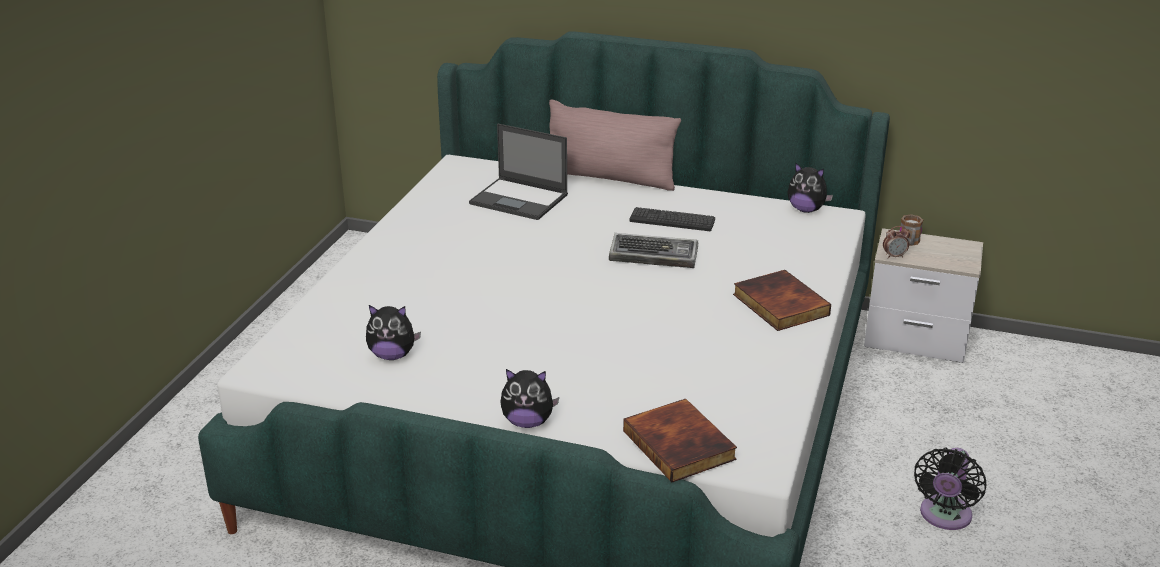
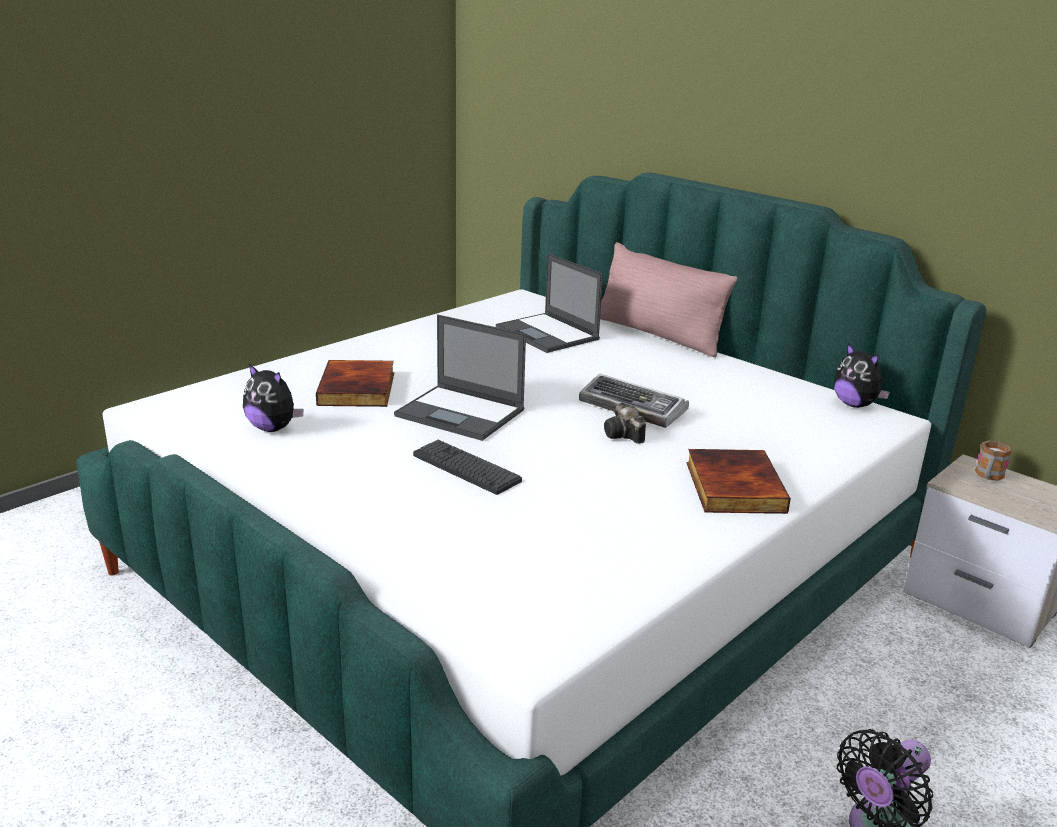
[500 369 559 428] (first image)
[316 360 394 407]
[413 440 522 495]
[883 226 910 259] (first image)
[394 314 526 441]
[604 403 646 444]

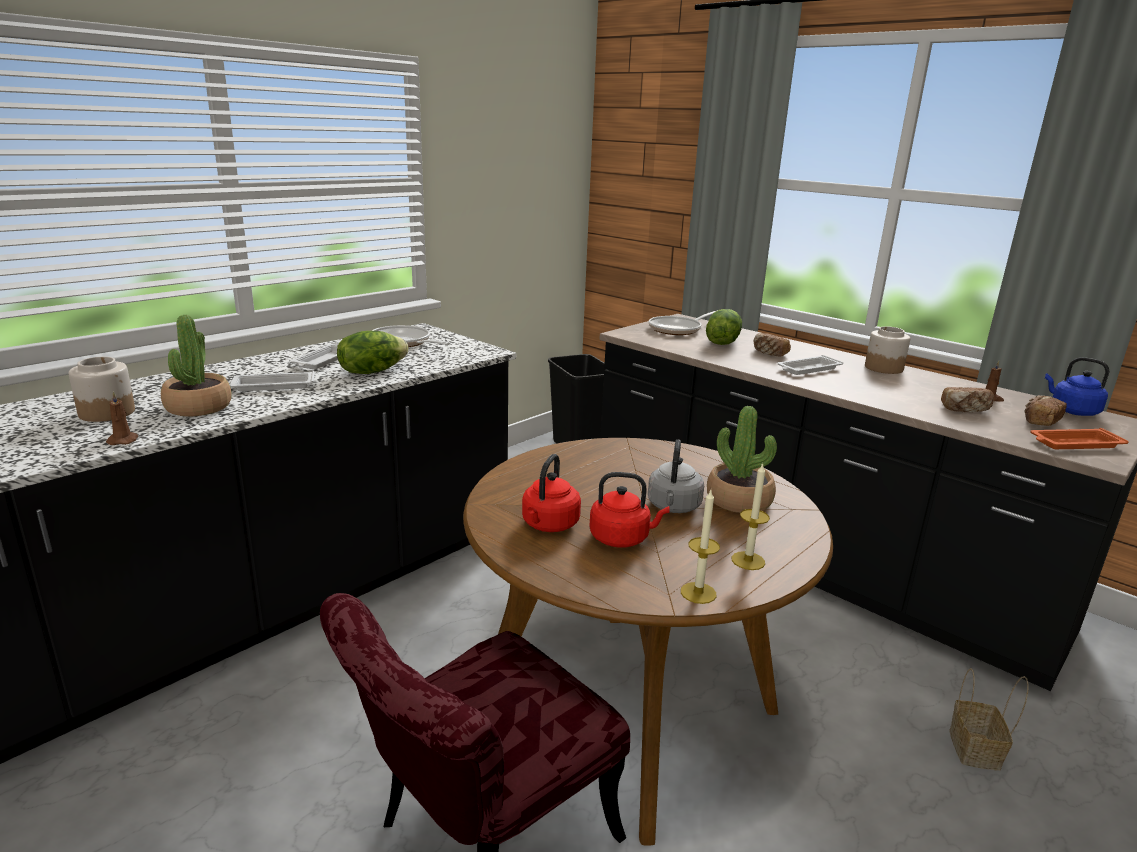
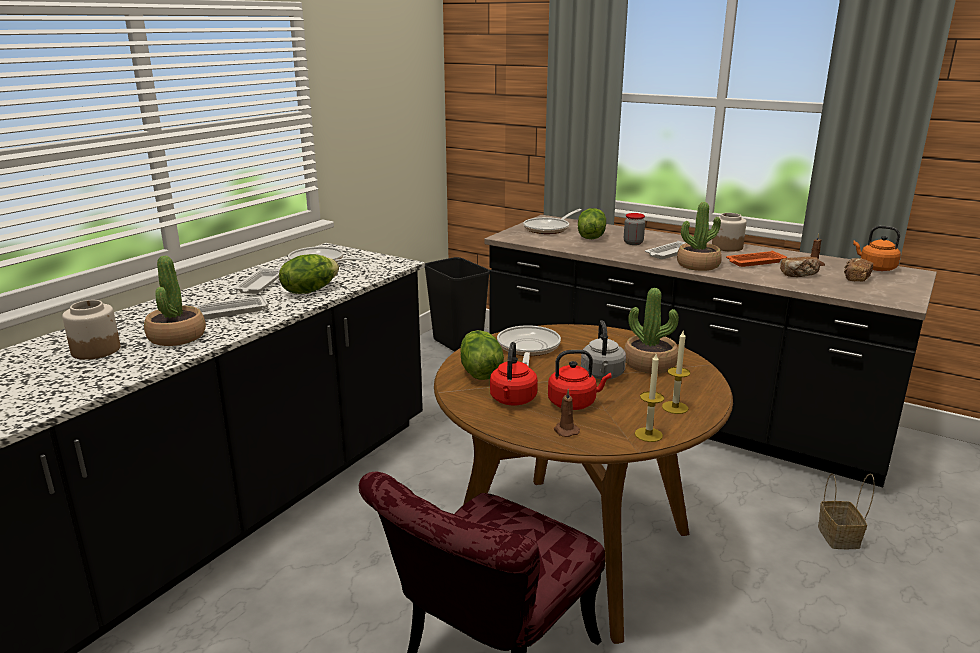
[554 389 580 437]
[624 213 645 245]
[726 250 787 267]
[853 226 901 271]
[460 330 504 380]
[497 325 561 366]
[677 202 722 271]

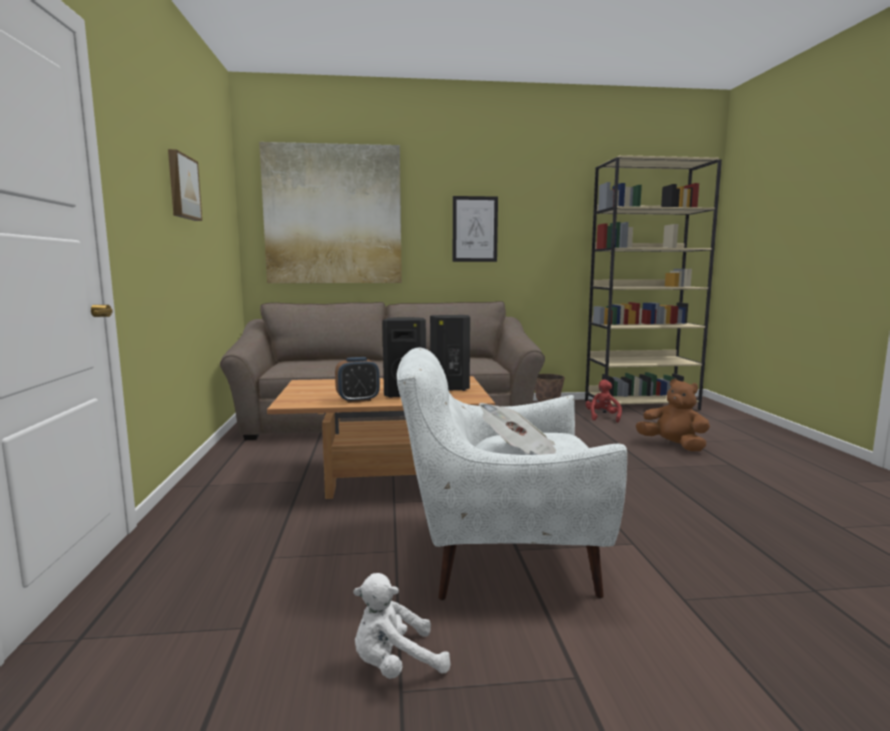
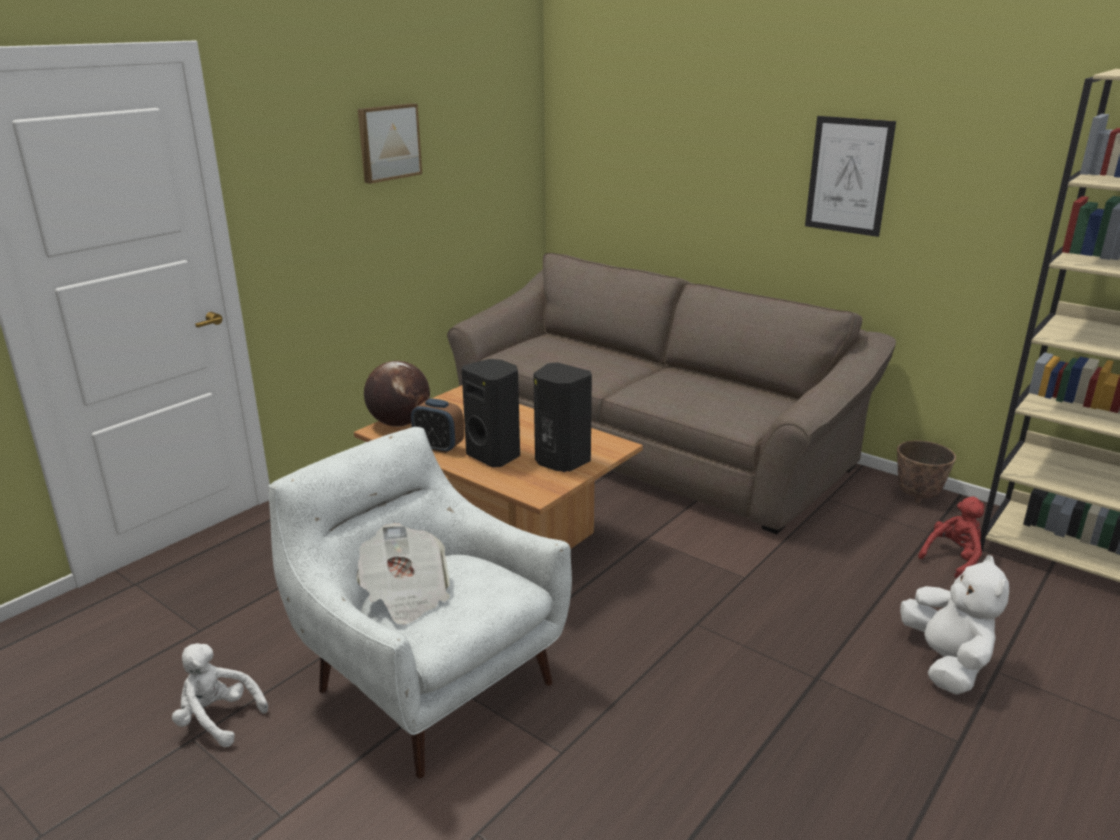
[259 142 402 283] (first image)
[900 555 1009 695]
[364 361 430 427]

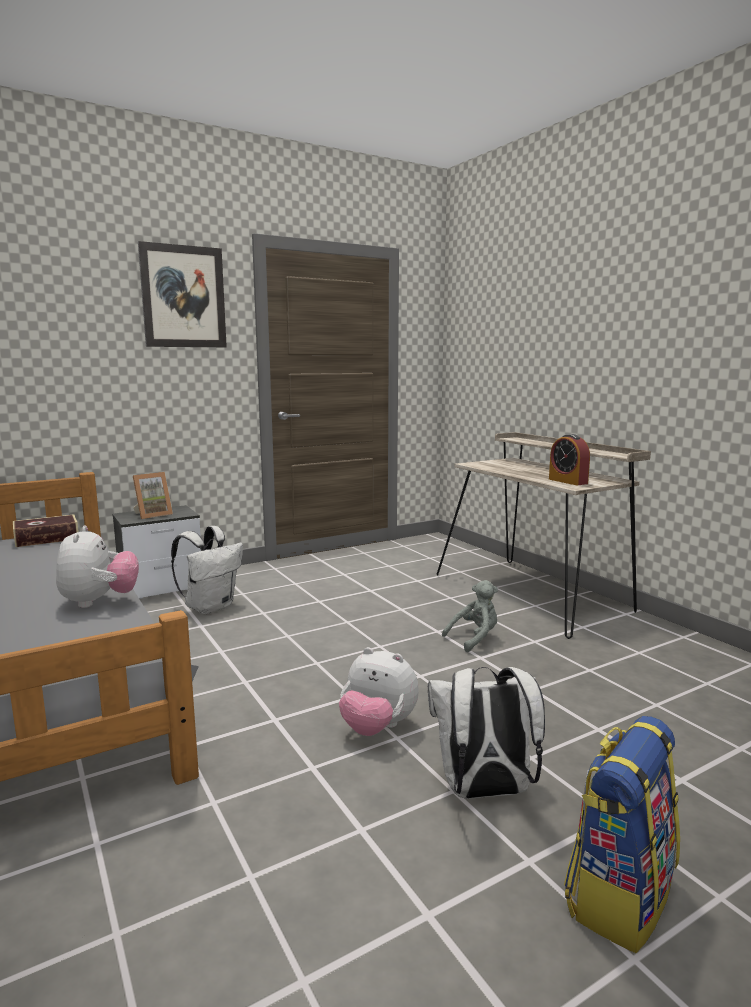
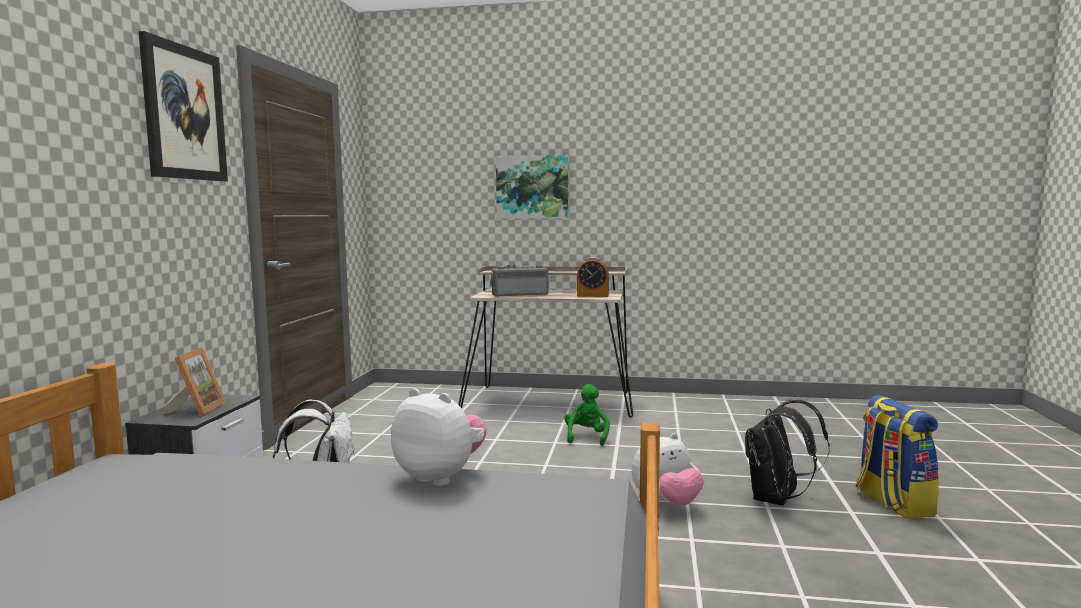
[13 514 79 547] (first image)
[745 400 830 506]
[564 384 610 446]
[490 265 549 297]
[496 155 568 219]

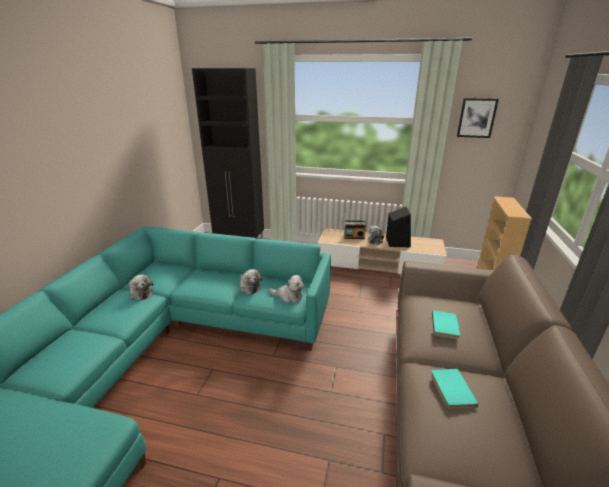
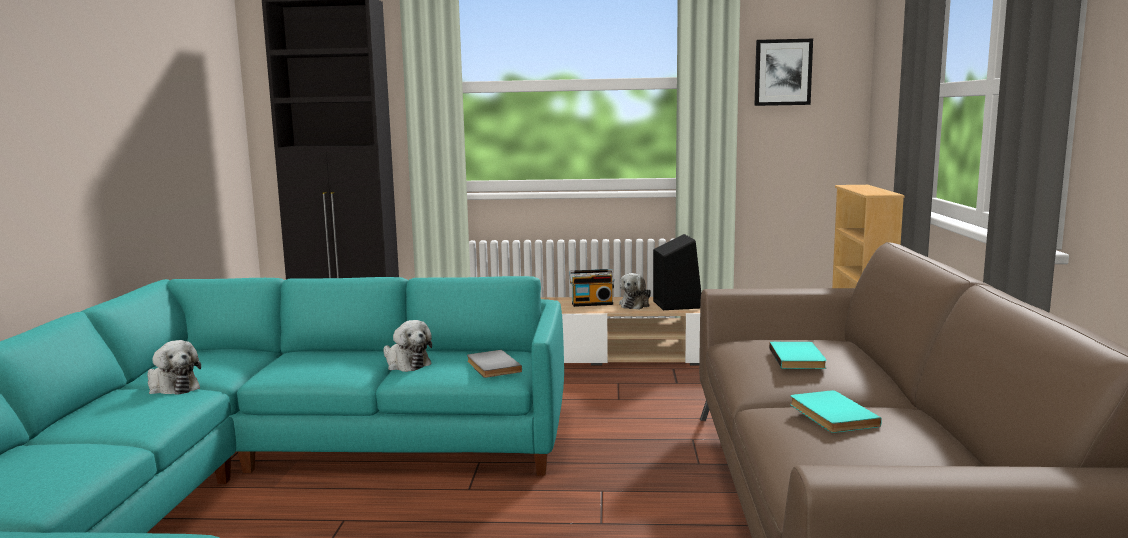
[467 350 522 378]

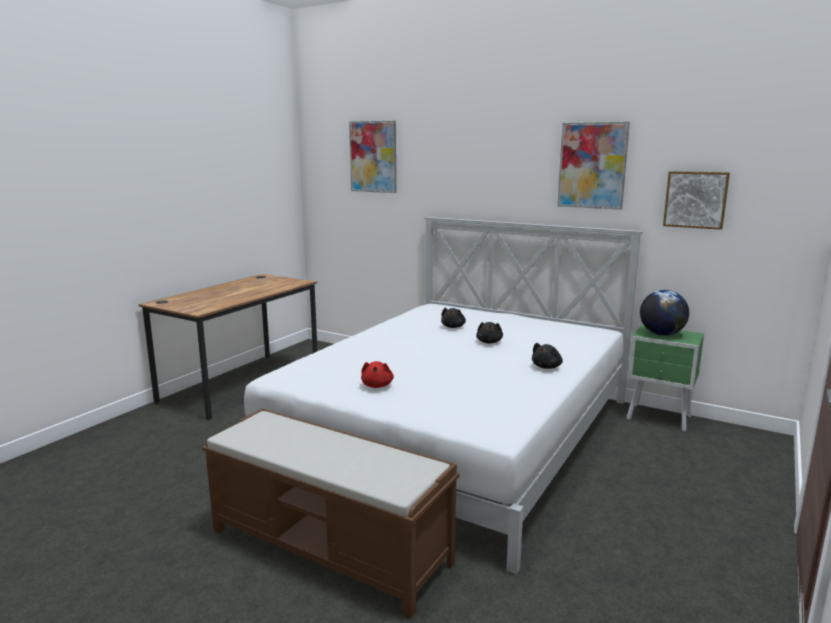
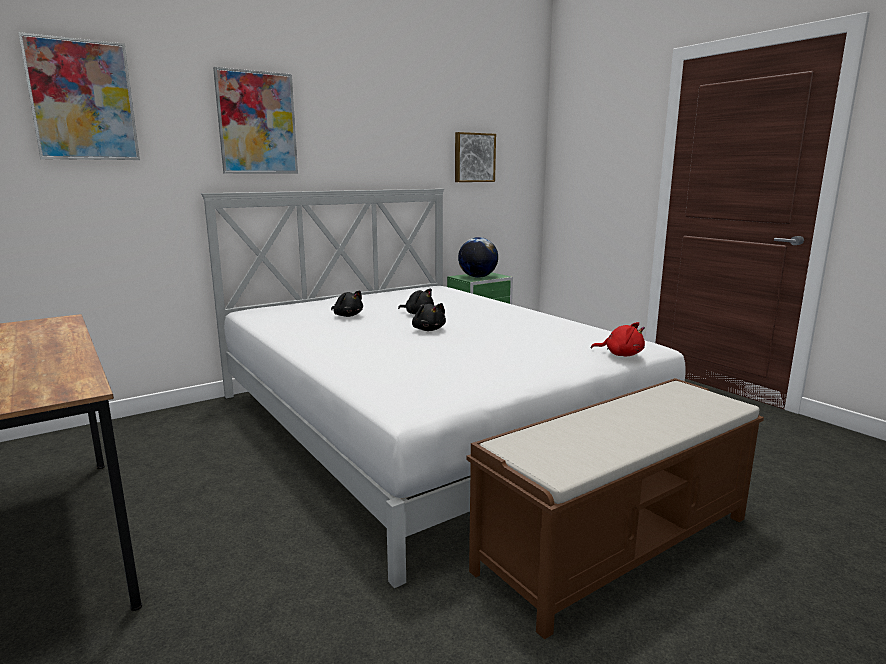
[591 322 645 356]
[412 303 446 331]
[213 67 298 173]

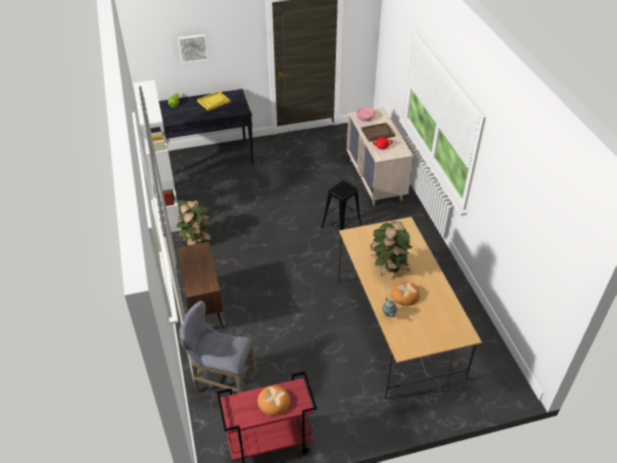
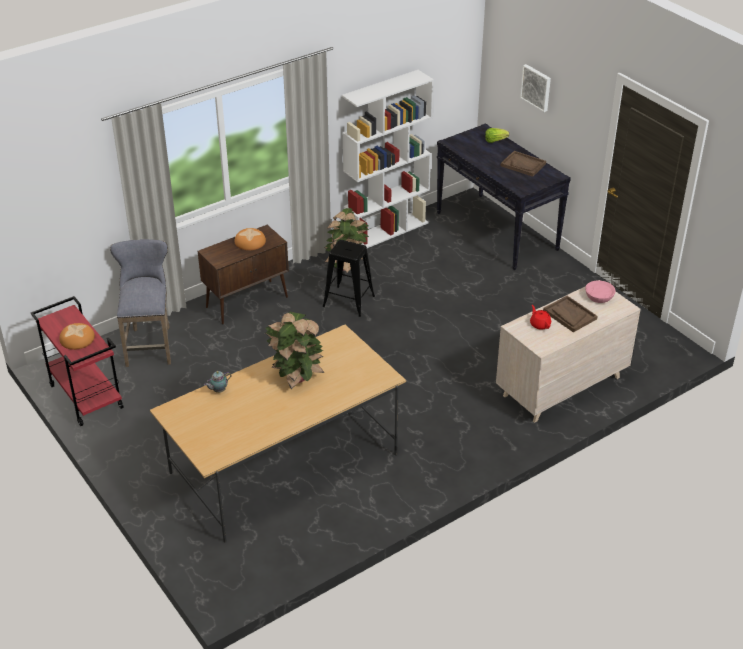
[501 151 546 177]
[322 240 375 317]
[235 228 266 251]

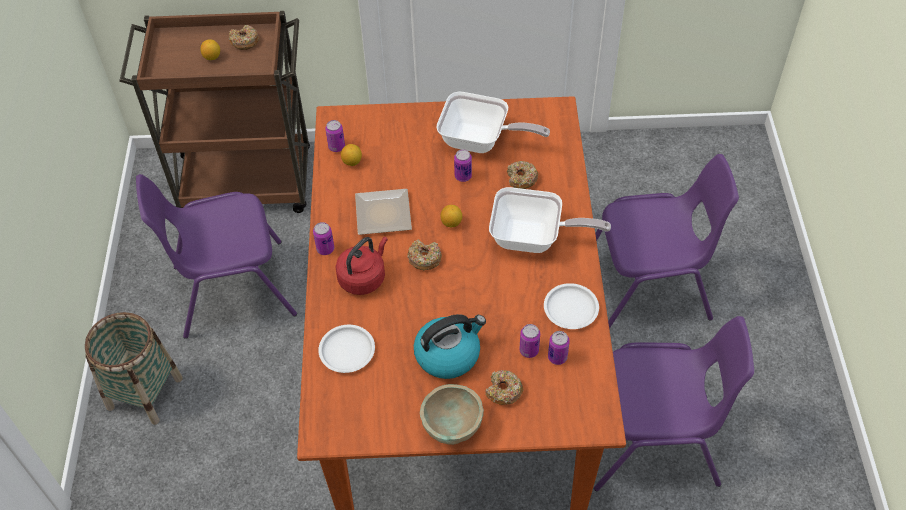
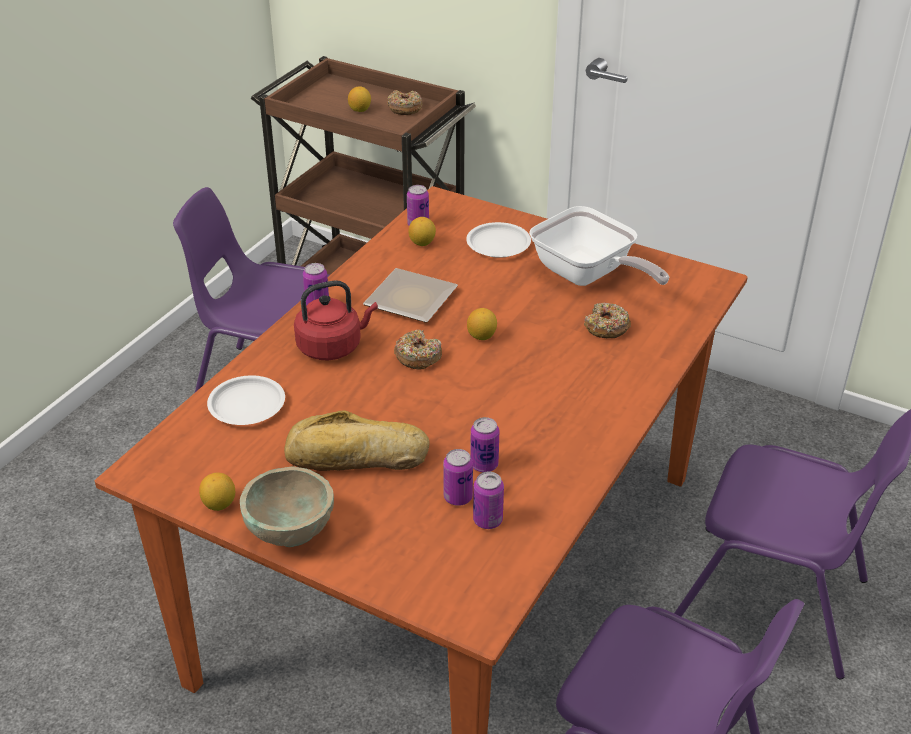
[85 312 183 425] (first image)
[284 410 429 471]
[470 417 499 472]
[485 370 523 405] (first image)
[489 187 611 253] (first image)
[466 222 531 258]
[199 473 235 511]

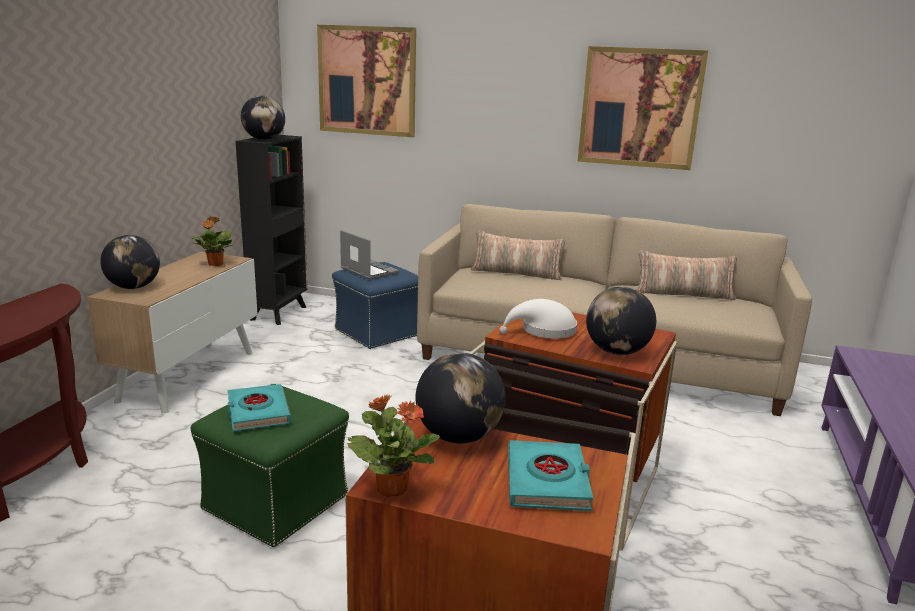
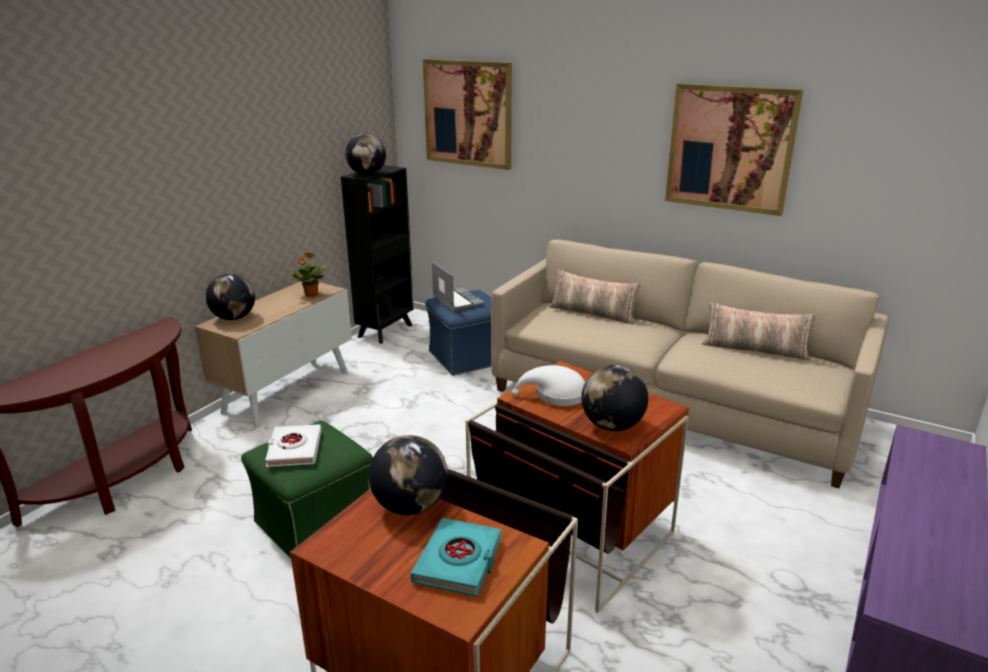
[265 424 321 467]
[347 394 440 497] (first image)

